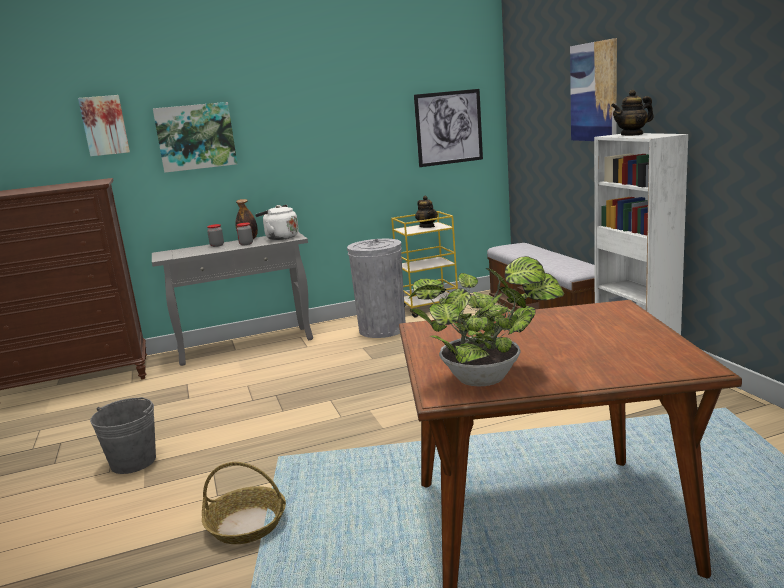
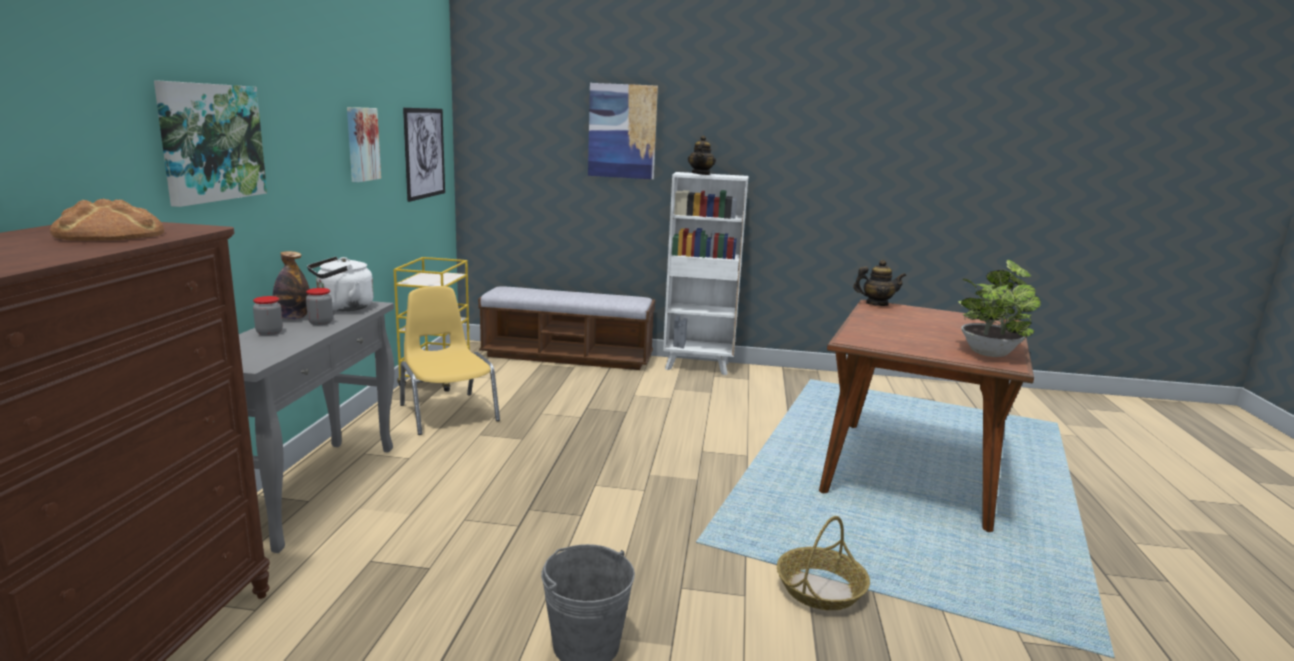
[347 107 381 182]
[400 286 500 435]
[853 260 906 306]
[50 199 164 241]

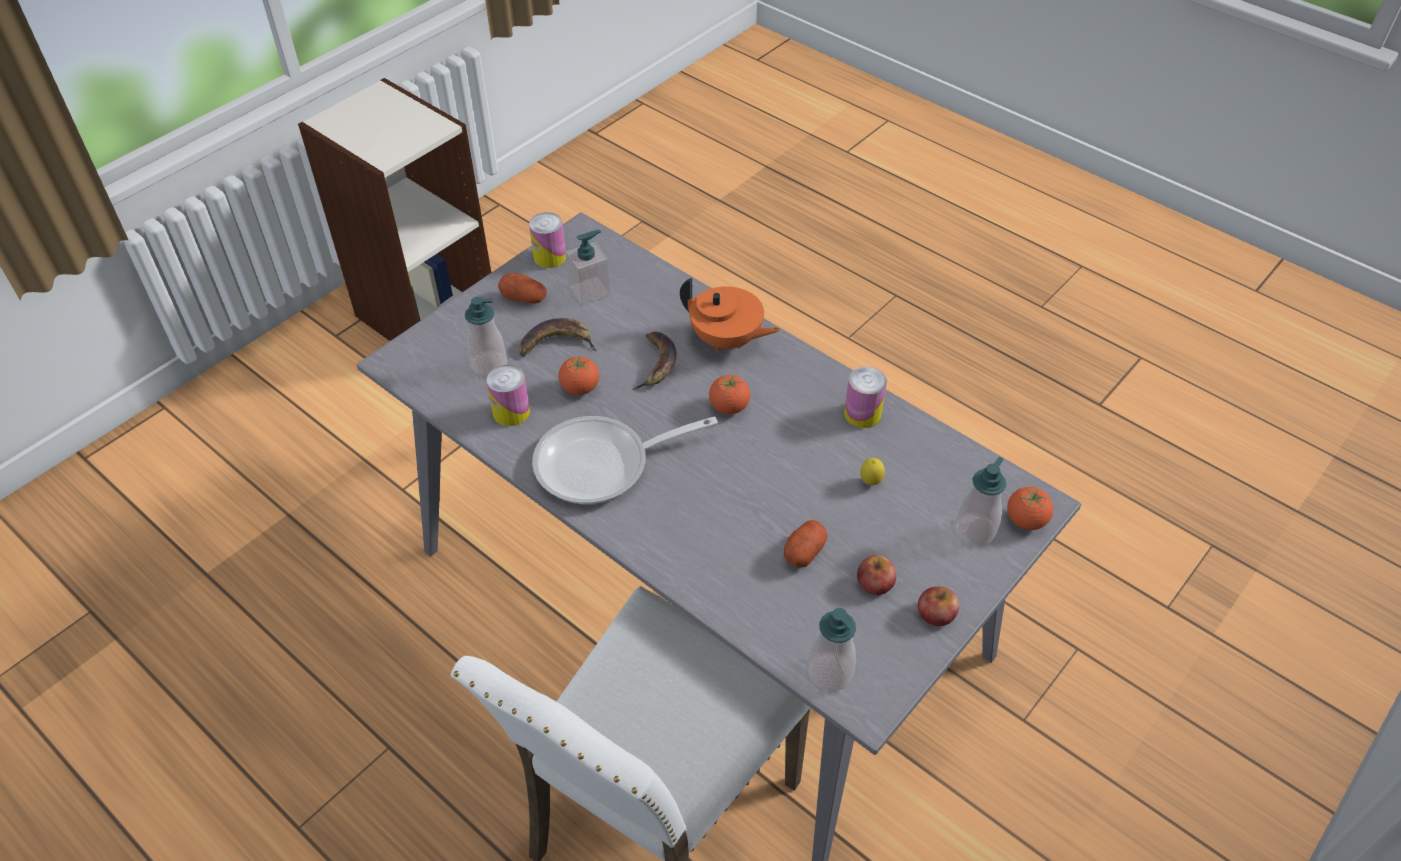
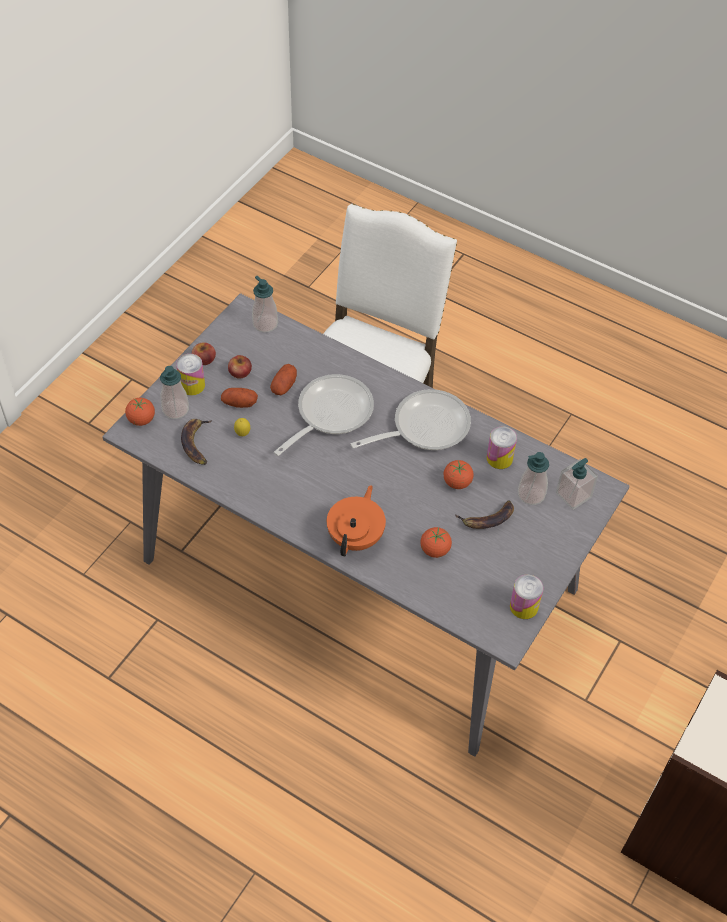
[221 388 258 408]
[556 458 598 510]
[181 419 212 465]
[327 485 386 557]
[421 527 452 558]
[176 354 205 396]
[274 374 374 456]

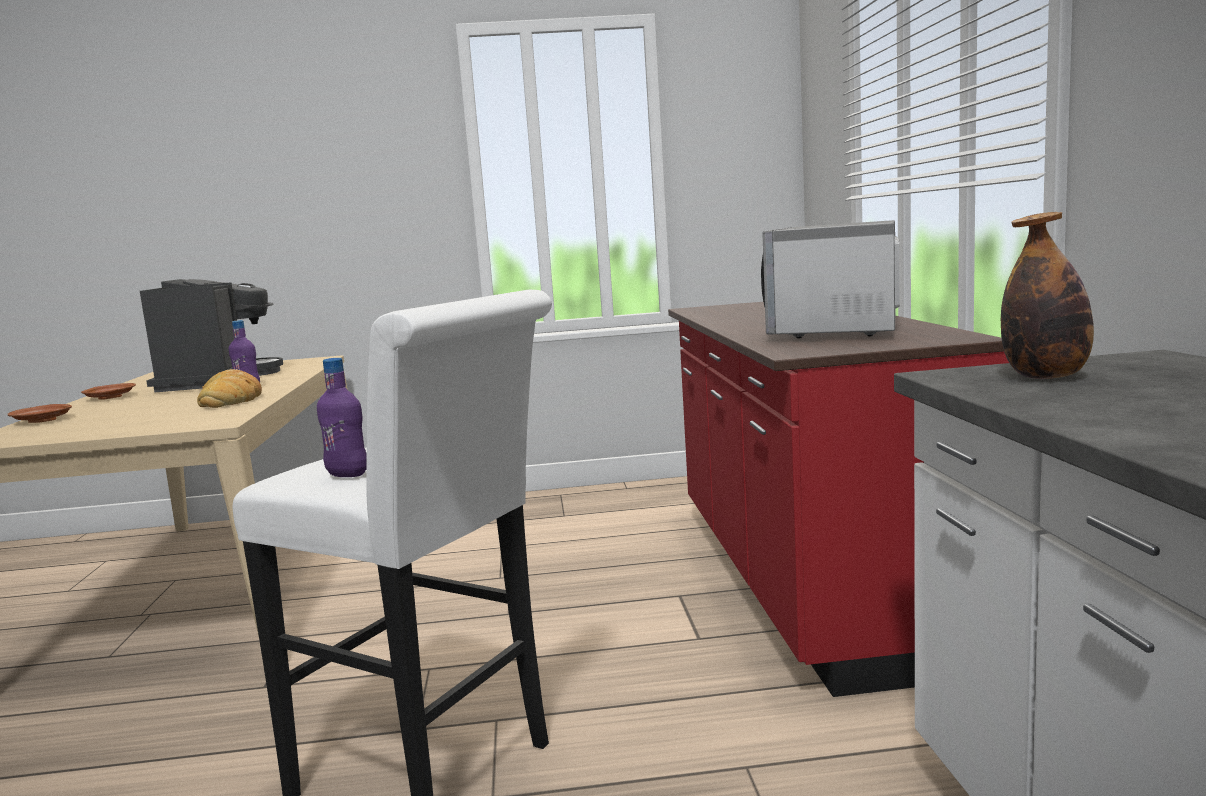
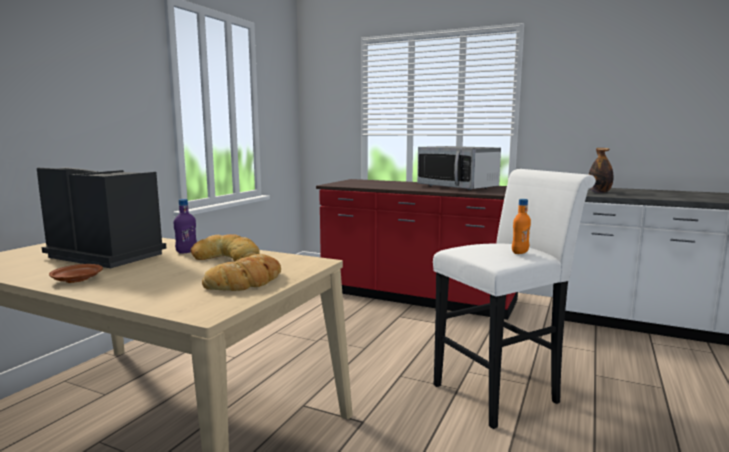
[8 404 72 423] (first image)
[512 199 531 254]
[202 254 281 291]

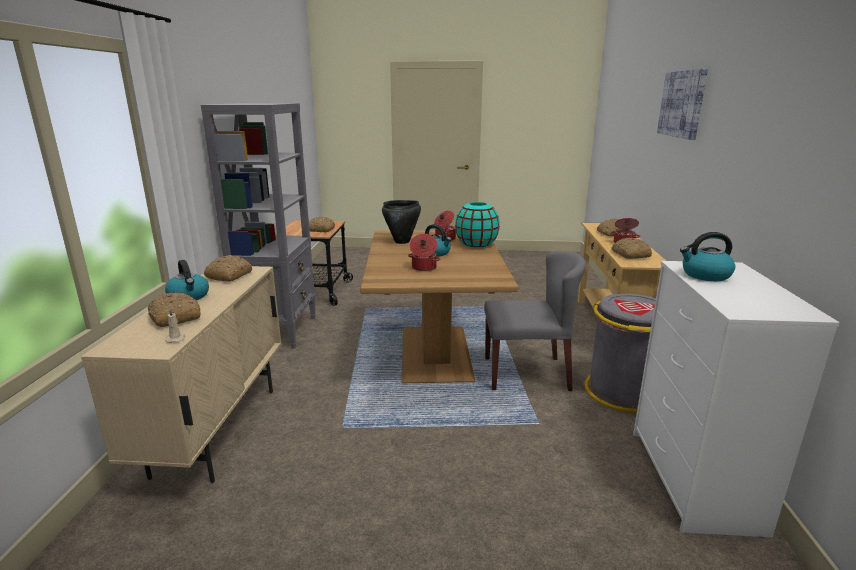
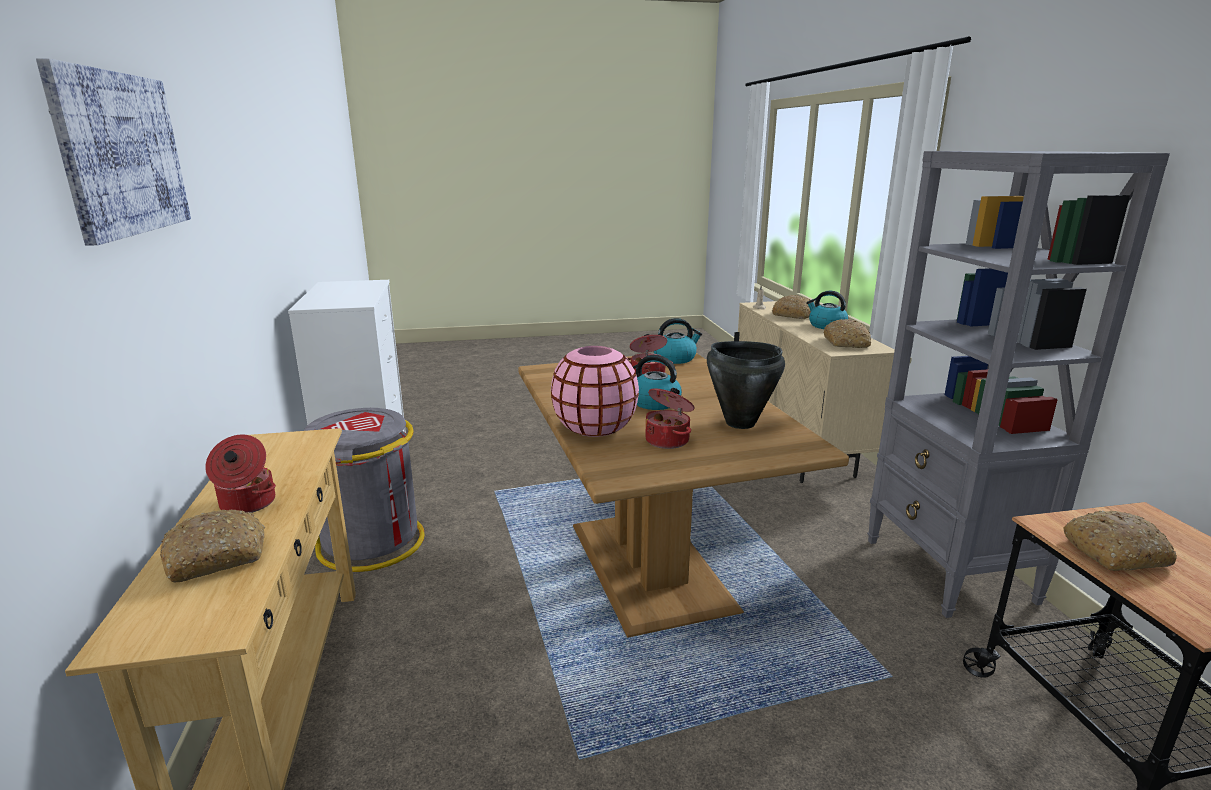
[551 346 639 437]
[484 250 586 391] (first image)
[611 238 652 259] (first image)
[654 318 702 364]

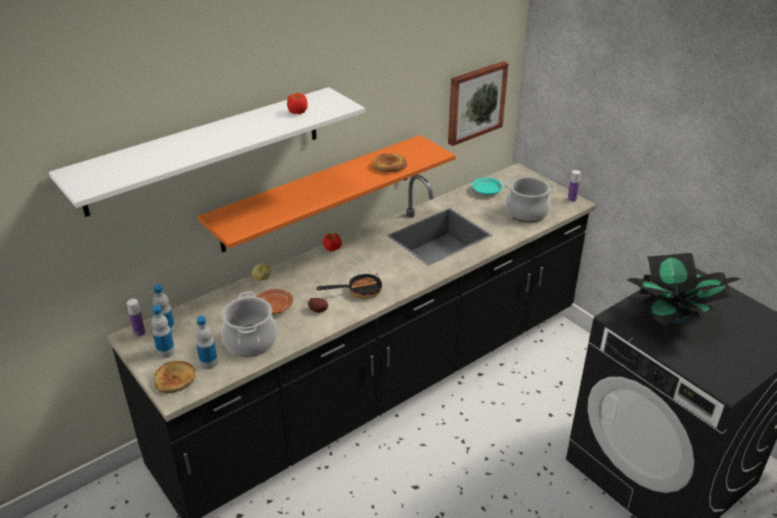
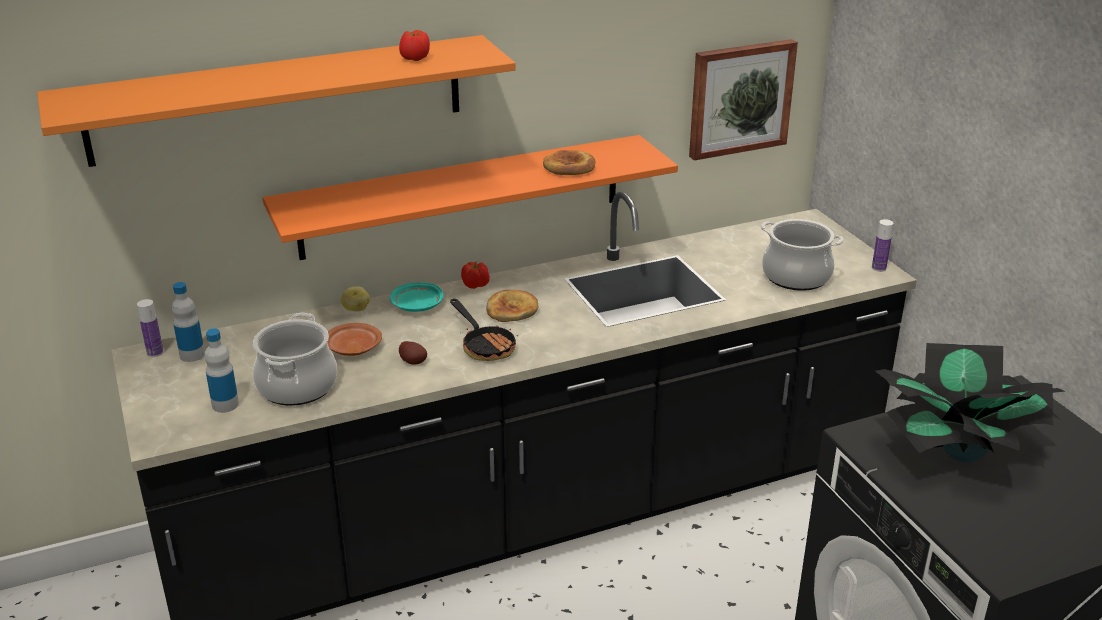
[37 35 516 167]
[151 305 175 358] (first image)
[486 290 538 322]
[450 299 518 361]
[390 282 443 312]

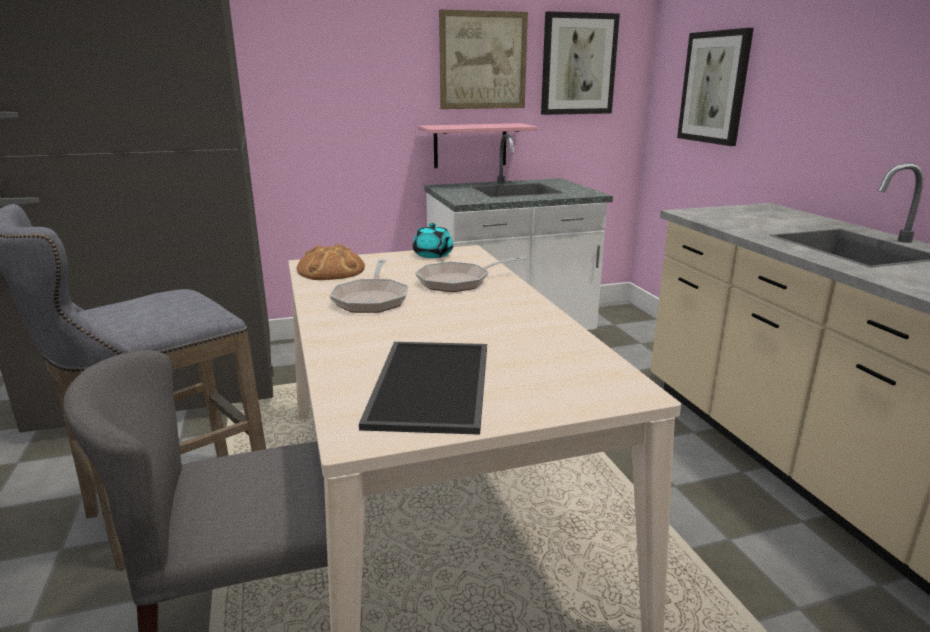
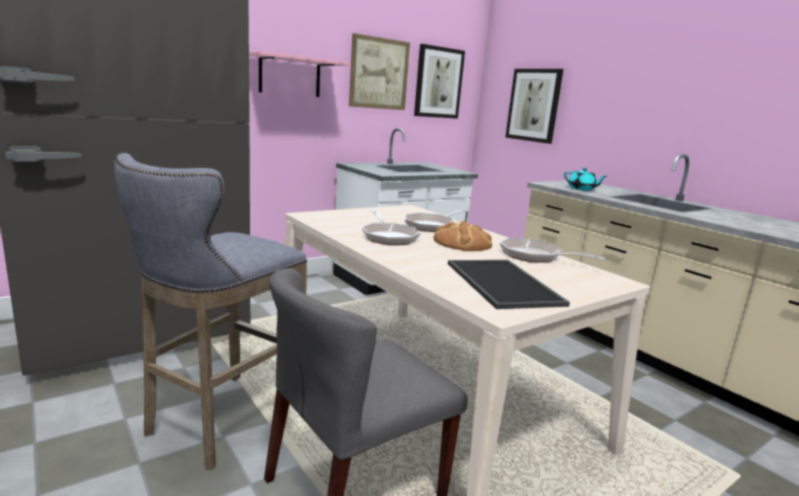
[434 221 492 251]
[564 168 607 191]
[249 51 350 97]
[499 238 605 263]

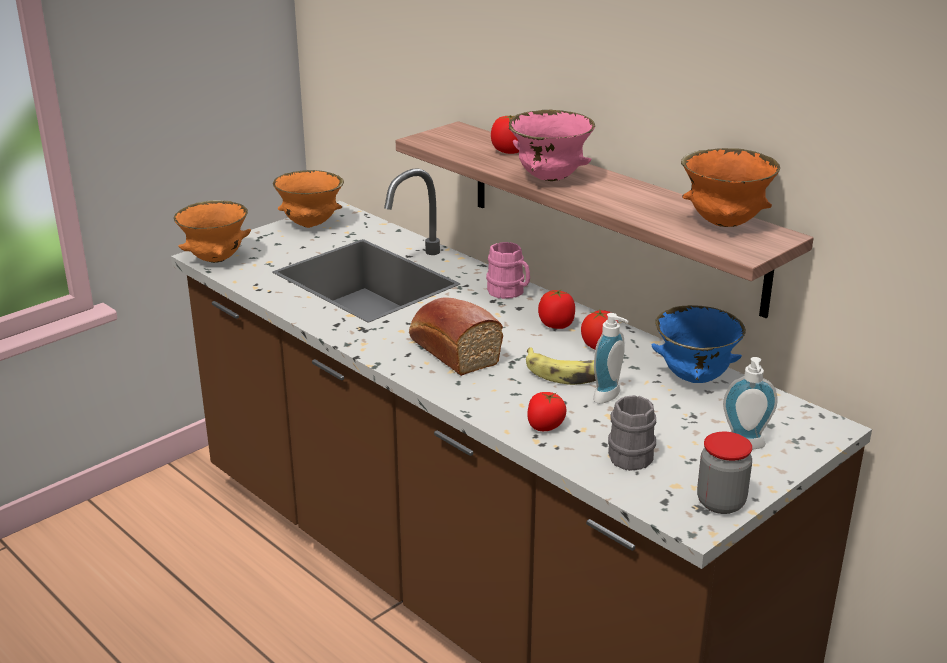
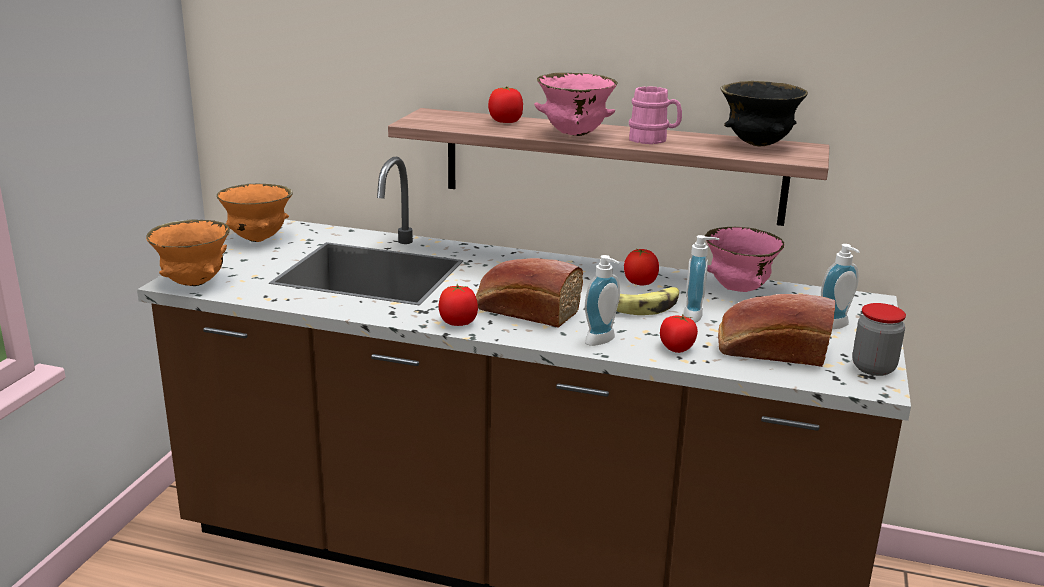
[629 86 682 144]
[439 284 478 326]
[718 294 835 367]
[705 227 785 292]
[720 81 808 146]
[585 255 620 346]

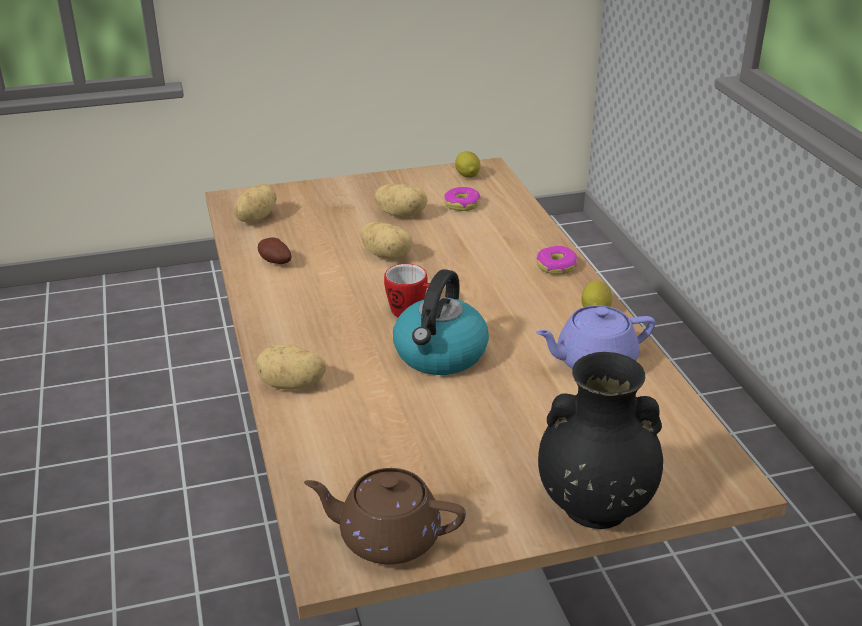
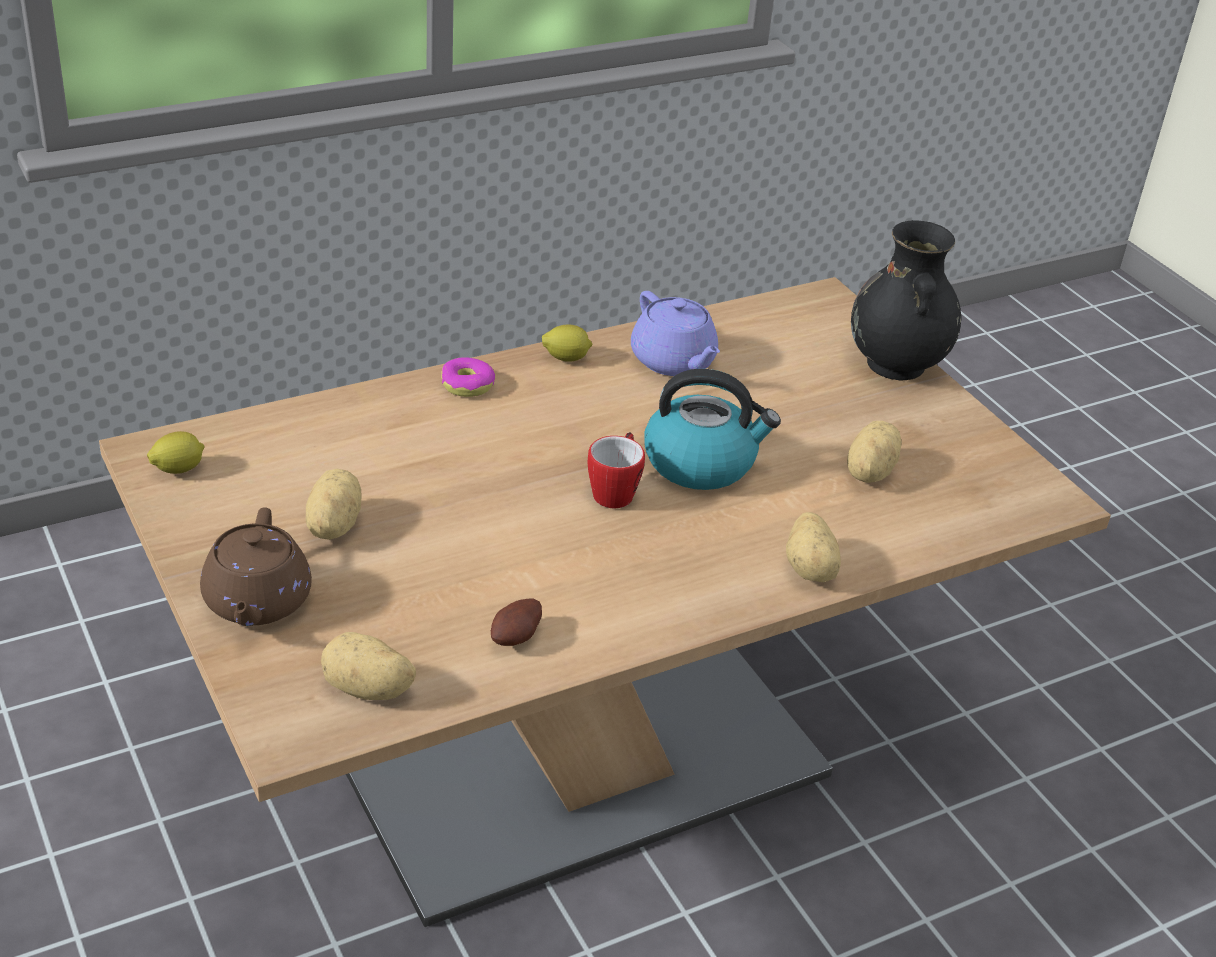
[200 508 312 626]
[847 421 902 483]
[444 187 480 211] (first image)

